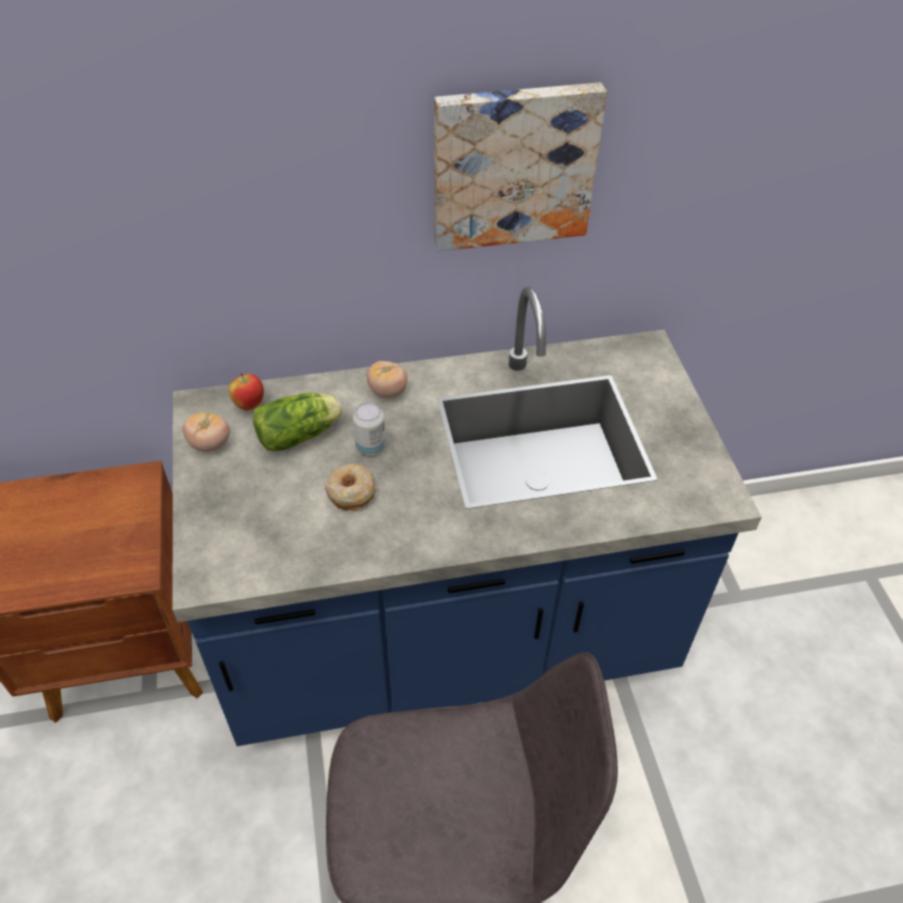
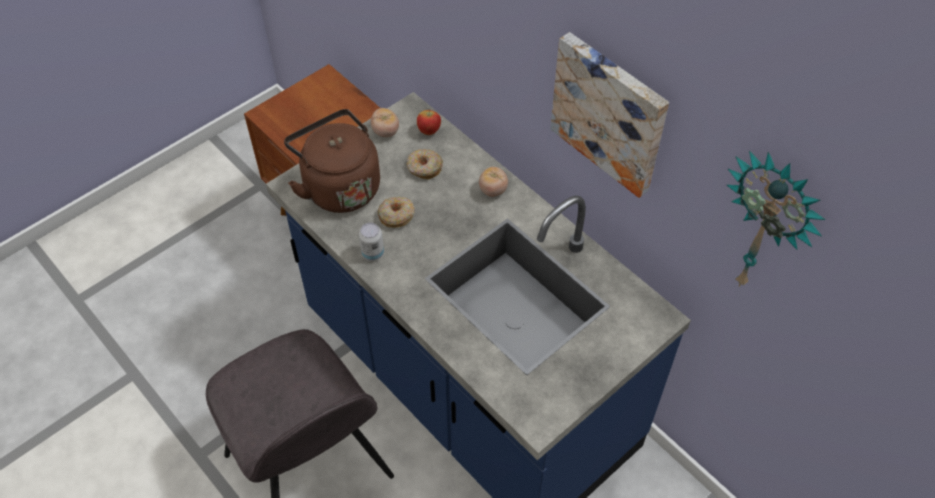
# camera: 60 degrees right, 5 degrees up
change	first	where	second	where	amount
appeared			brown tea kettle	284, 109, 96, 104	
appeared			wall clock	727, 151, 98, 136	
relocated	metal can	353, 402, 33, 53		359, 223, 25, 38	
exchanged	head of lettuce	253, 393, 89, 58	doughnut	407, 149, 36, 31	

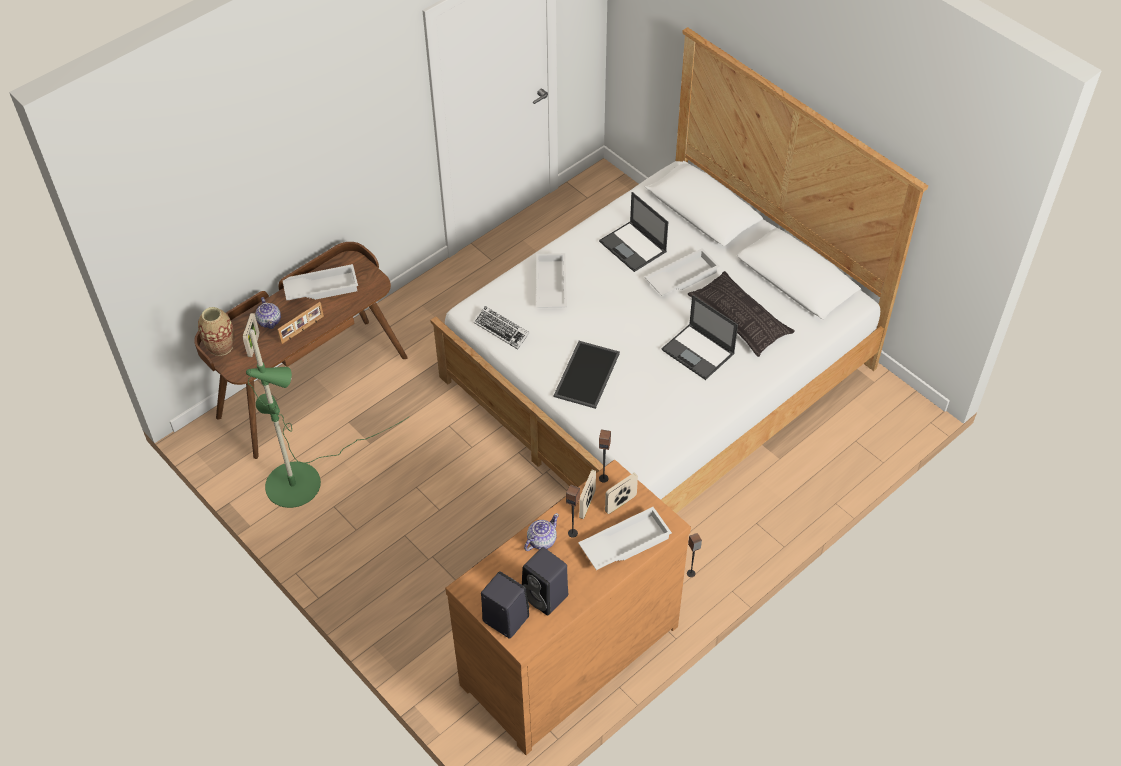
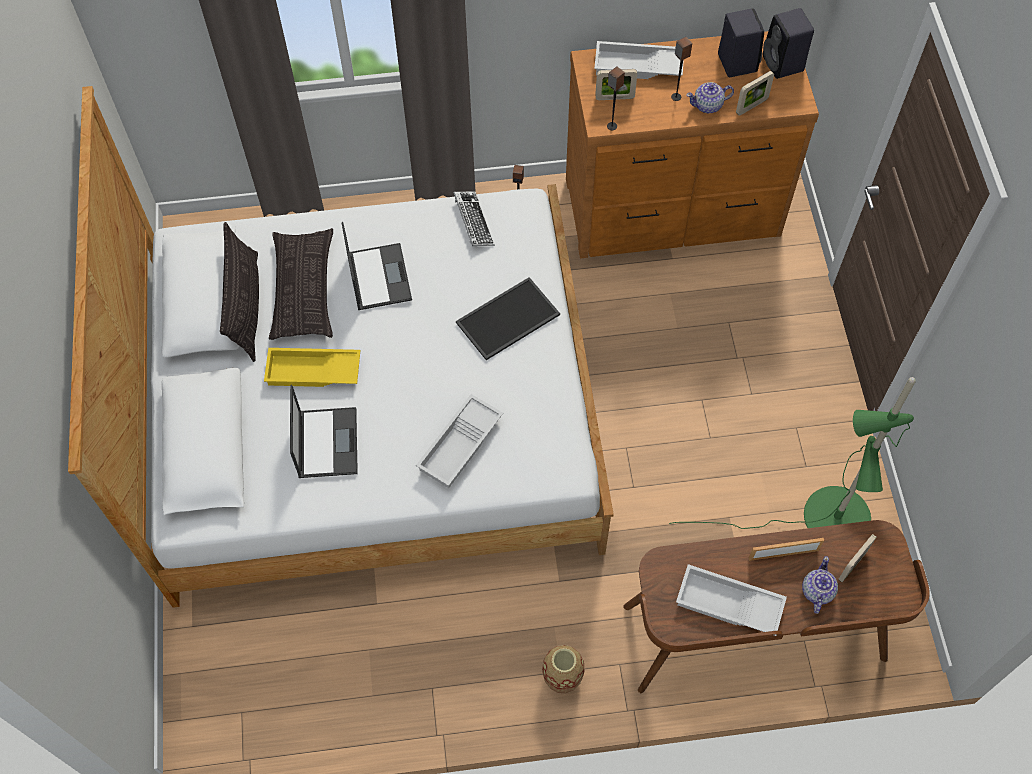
# camera: 145 degrees left, 10 degrees up
change	first	where	second	where	amount
appeared			pillow	220, 222, 39, 140	
relocated	vase	198, 307, 37, 49		542, 645, 42, 49	
relocated	computer keyboard	474, 306, 55, 44		454, 192, 41, 54	
relocated	picture frame	579, 470, 17, 49		736, 71, 38, 45	
colour	whitish tray	645, 249, 75, 47	yellowish tray	264, 348, 96, 39	

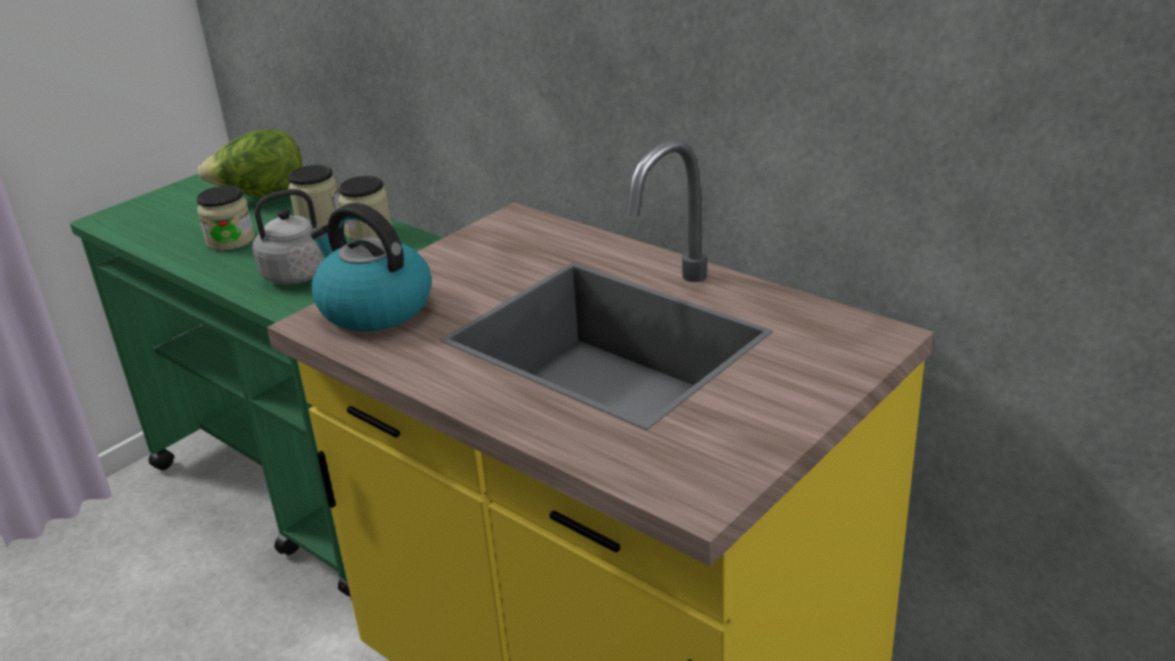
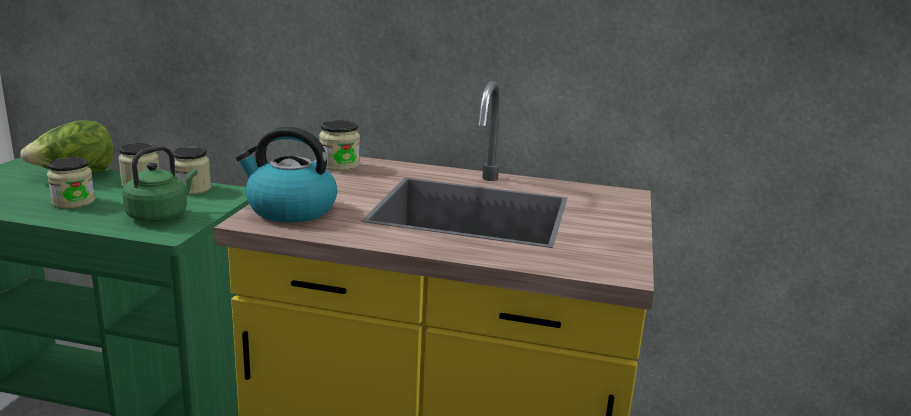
# camera: 30 degrees left, 10 degrees down
change	first	where	second	where	amount
appeared			jar	319, 120, 41, 51	
colour	gray tea kettle	252, 189, 96, 95	green tea kettle	122, 146, 76, 76	

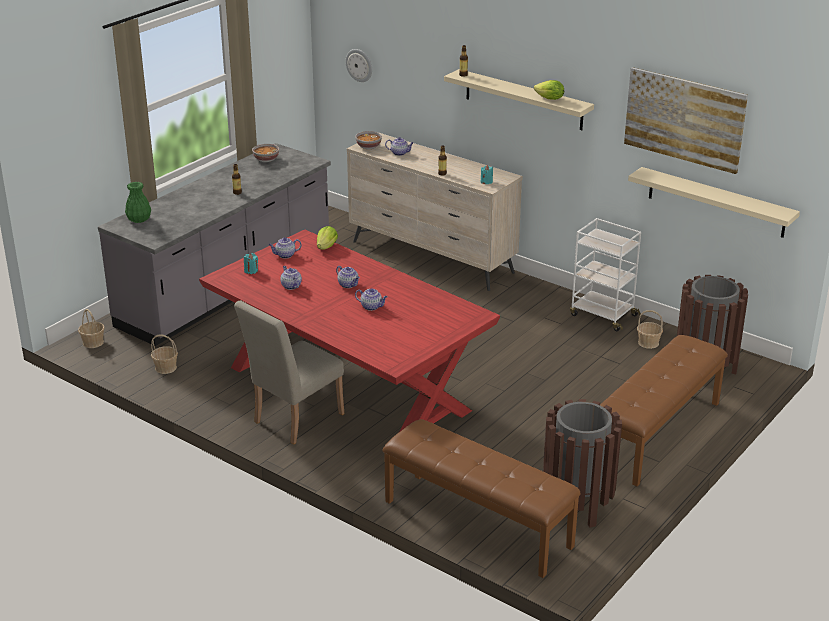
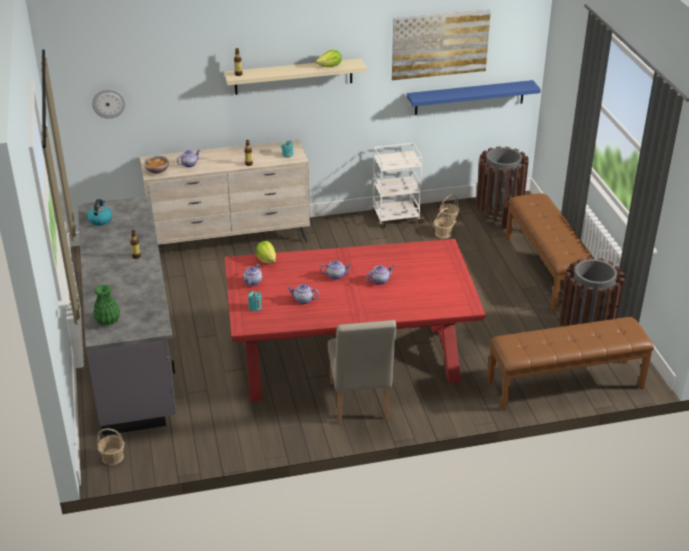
# camera: 50 degrees left, 5 degrees up
change	first	where	second	where	amount
relocated	household basket	151, 335, 27, 39		434, 208, 20, 30	
exchanged	bowl	252, 144, 27, 18	tea kettle	87, 199, 25, 27	
colour	beige-coloured bracket shelf	628, 167, 172, 71	blue-coloured bracket shelf	407, 80, 134, 35	

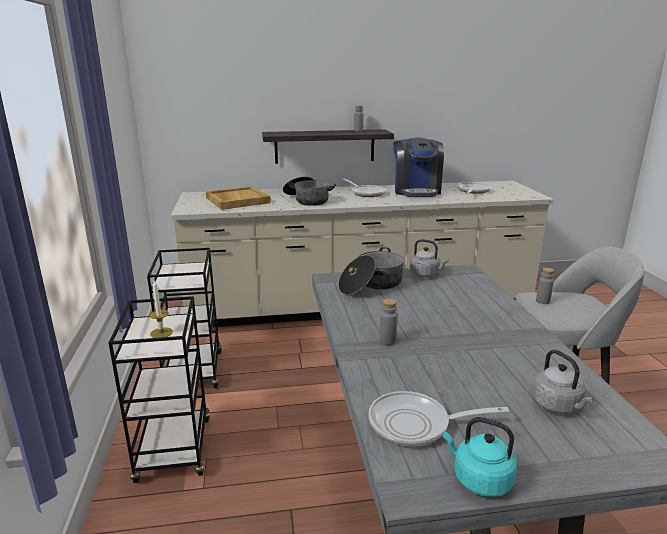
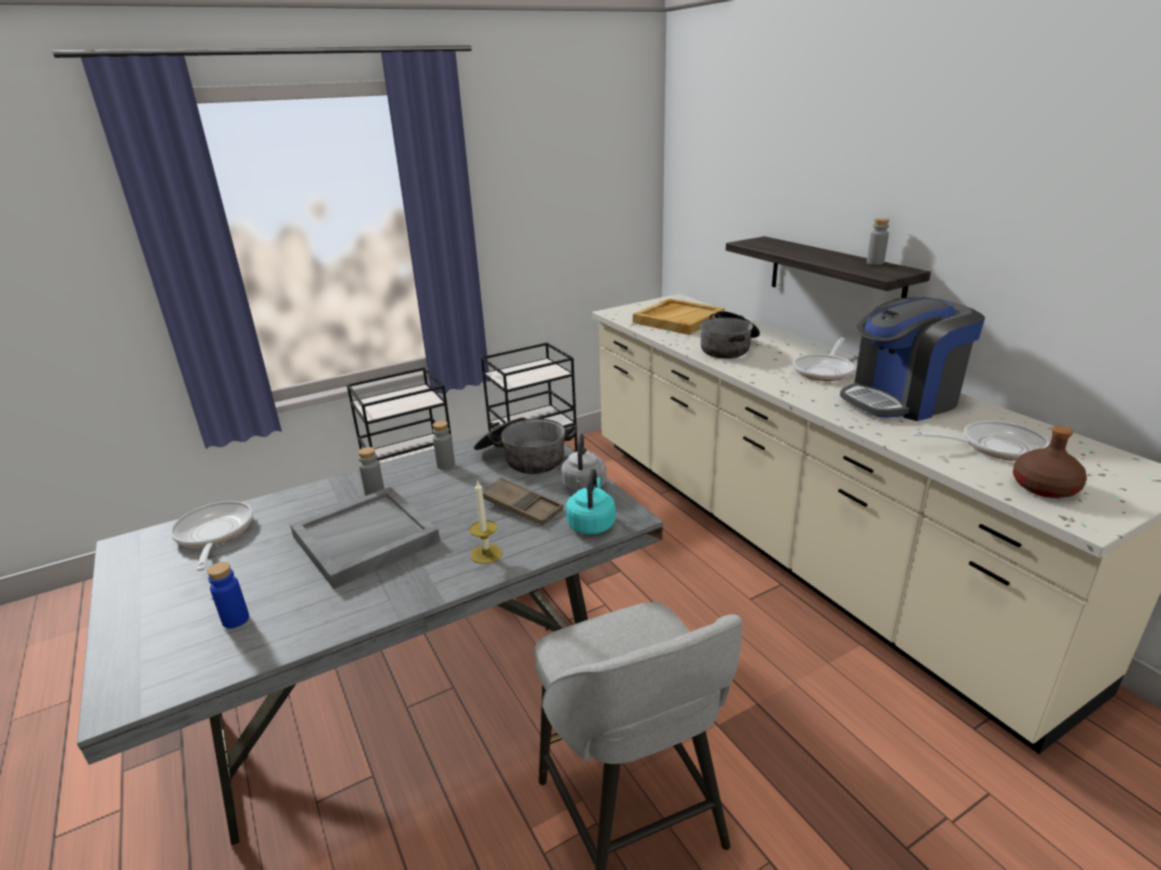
# camera: 70 degrees right, 5 degrees up
change	first	where	second	where	amount
appeared			gray tray	290, 487, 150, 102	
appeared			brown tray	482, 477, 81, 49	
appeared			brown beverage bottle	1013, 426, 74, 72	
relocated	wax light	149, 280, 24, 58		470, 480, 33, 84	
relocated	turquoise-coloured tea kettle	443, 417, 74, 80		566, 469, 49, 65	
relocated	gray beverage bottle	536, 268, 18, 36		433, 421, 22, 49	
exchanged	gray tea kettle	532, 350, 62, 64	blue-coloured beverage bottle	207, 562, 42, 66	

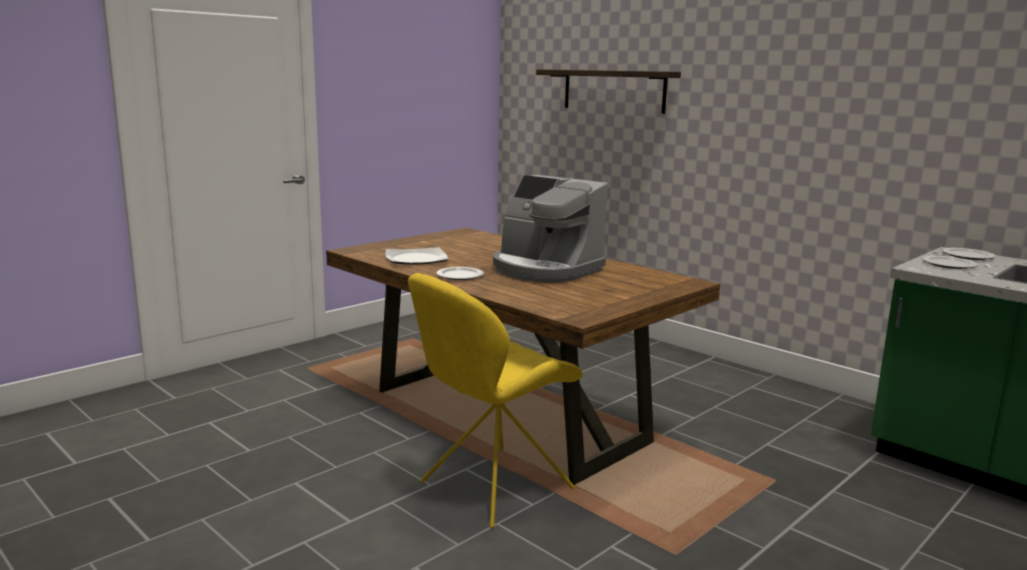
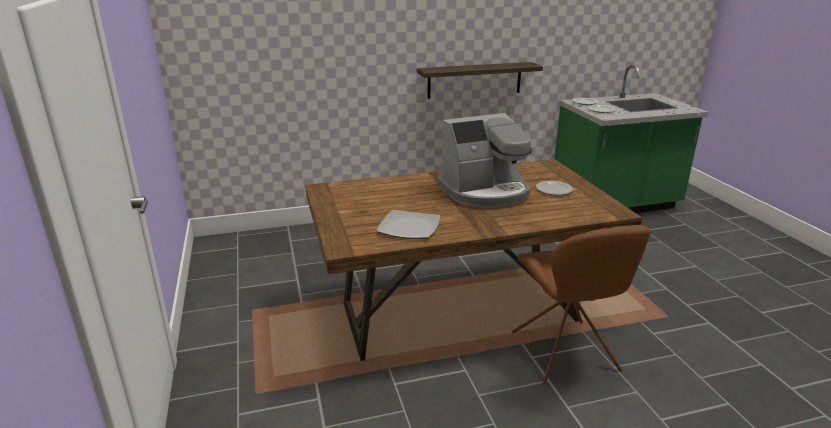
# camera: 60 degrees left, 10 degrees up
change	first	where	second	where	amount
relocated	plate	436, 267, 48, 13		536, 181, 37, 14	
relocated	bracket shelf	536, 69, 145, 45		417, 62, 126, 37	
colour	yellowish plain chair	408, 273, 175, 255	brown plain chair	512, 225, 139, 159	

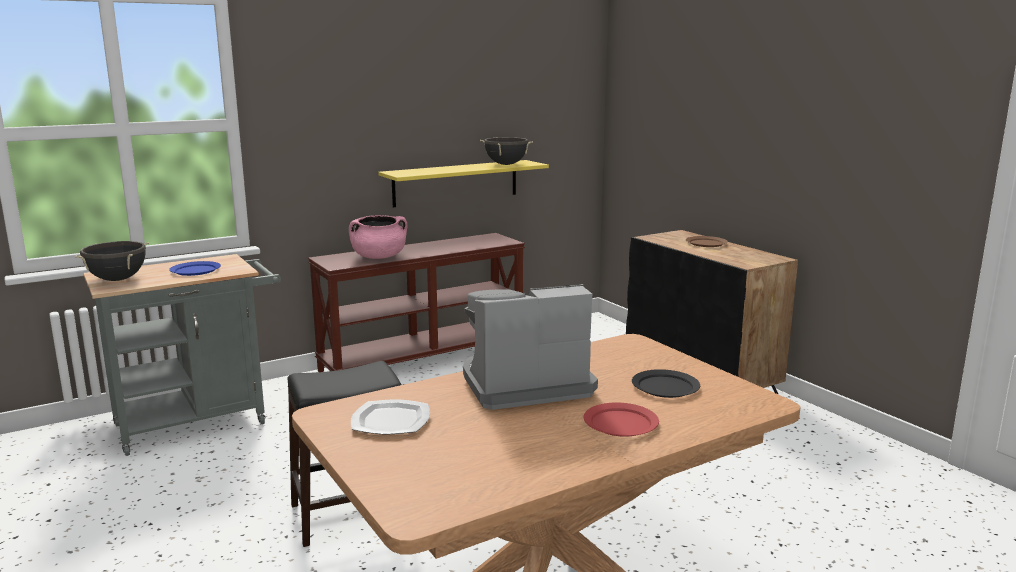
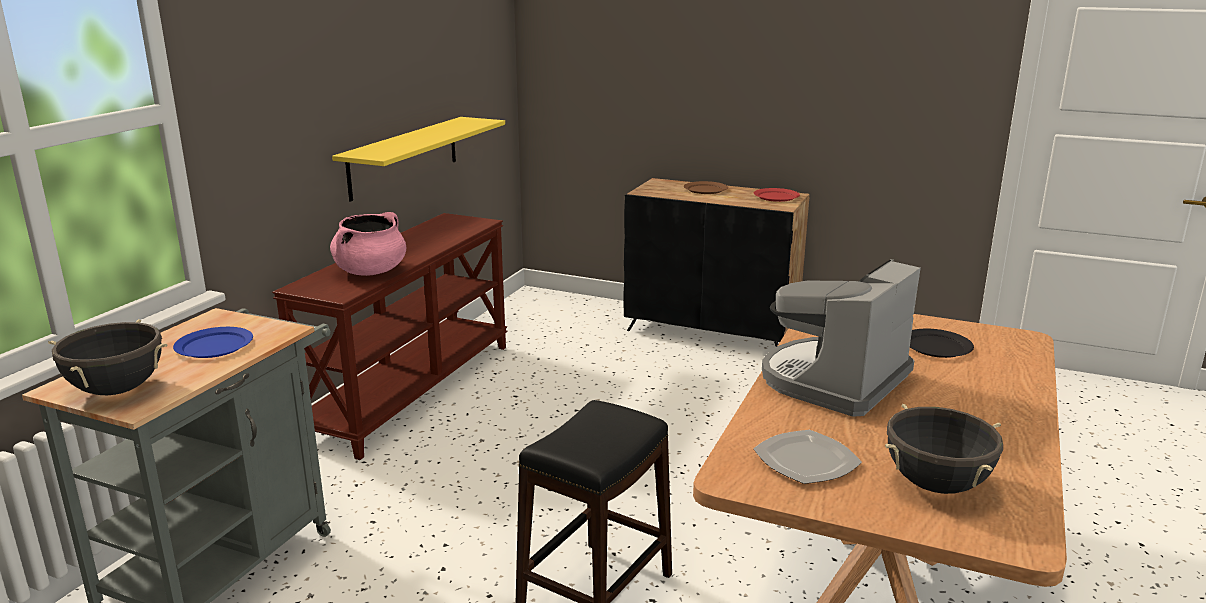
# camera: 35 degrees left, 5 degrees up
change	first	where	second	where	amount
relocated	black saucepot	480, 137, 53, 28		885, 404, 118, 90	
relocated	reddish plate	584, 403, 75, 34		754, 188, 46, 14	

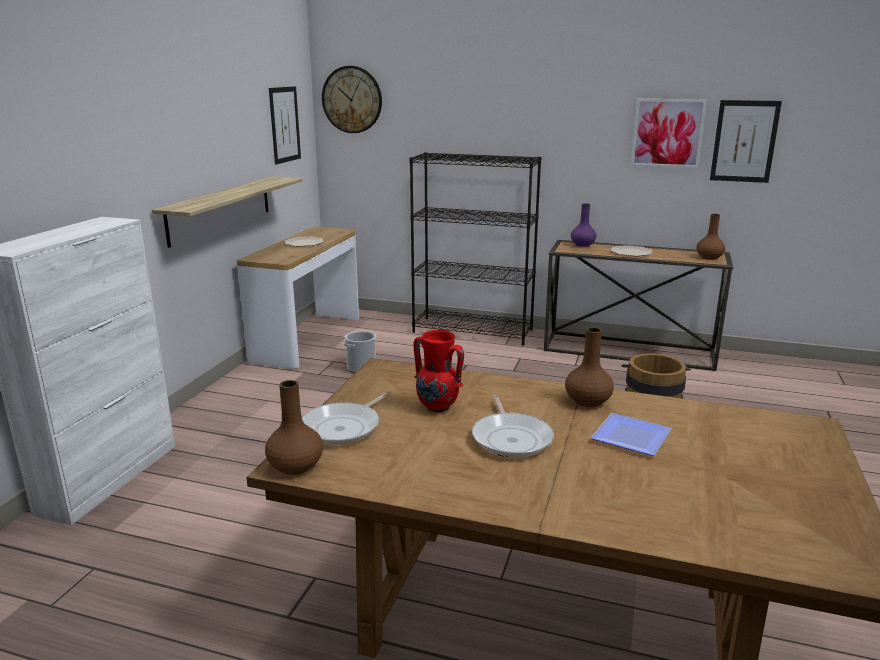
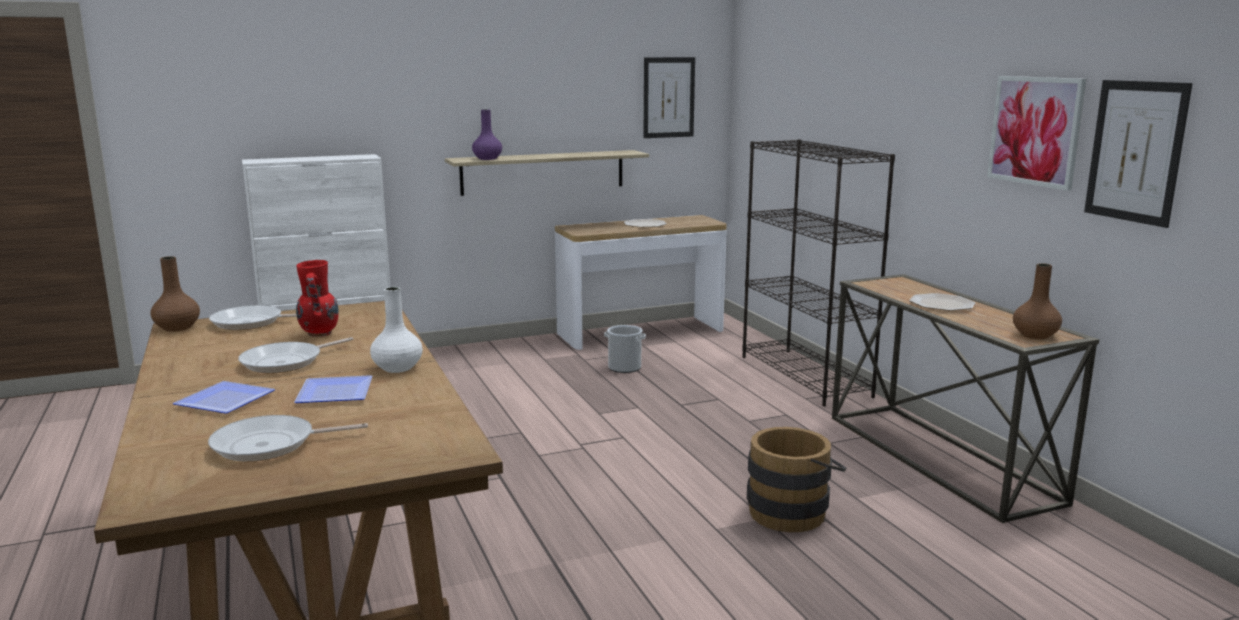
# camera: 50 degrees right, 5 degrees down
change	first	where	second	where	amount
missing	wall clock	322, 66, 60, 67			
appeared			plate	173, 381, 102, 33	
appeared			pan	208, 415, 160, 47	
relocated	purplish vase	571, 203, 26, 44		472, 109, 30, 51	
colour	brown vase	565, 327, 49, 80	whitish vase	370, 287, 53, 86	

